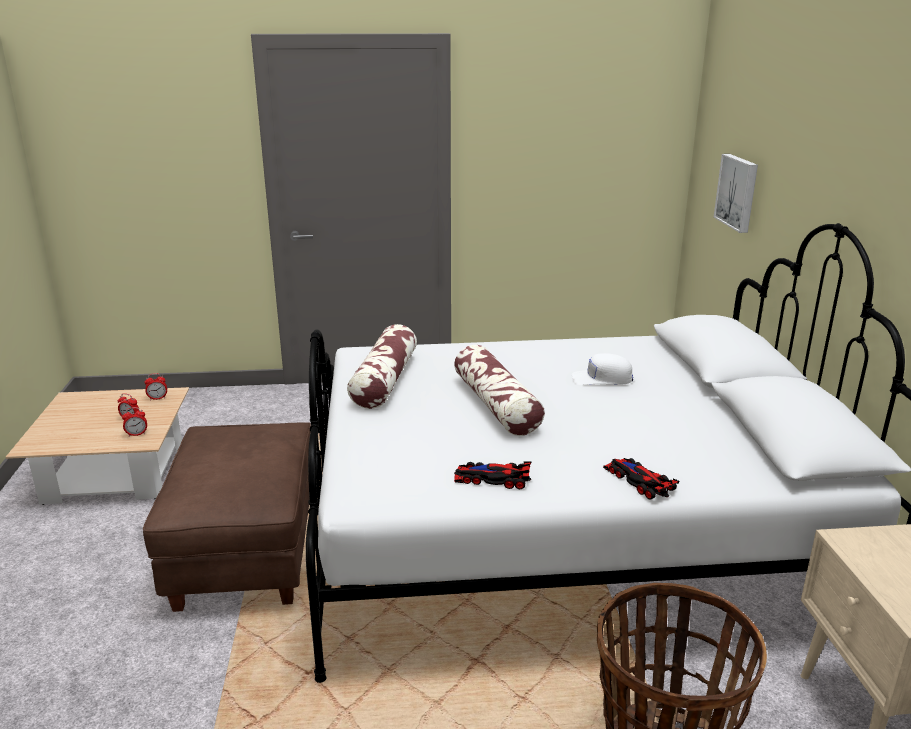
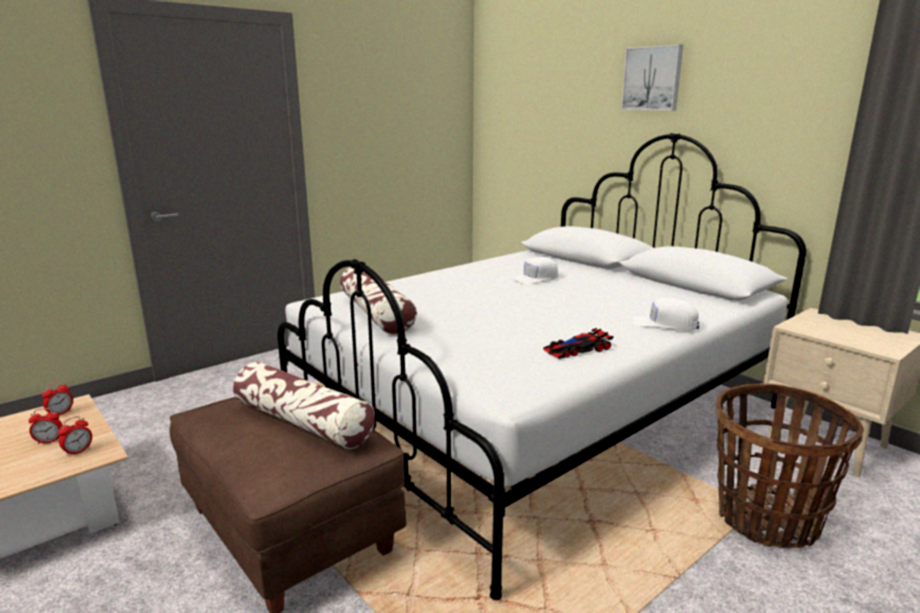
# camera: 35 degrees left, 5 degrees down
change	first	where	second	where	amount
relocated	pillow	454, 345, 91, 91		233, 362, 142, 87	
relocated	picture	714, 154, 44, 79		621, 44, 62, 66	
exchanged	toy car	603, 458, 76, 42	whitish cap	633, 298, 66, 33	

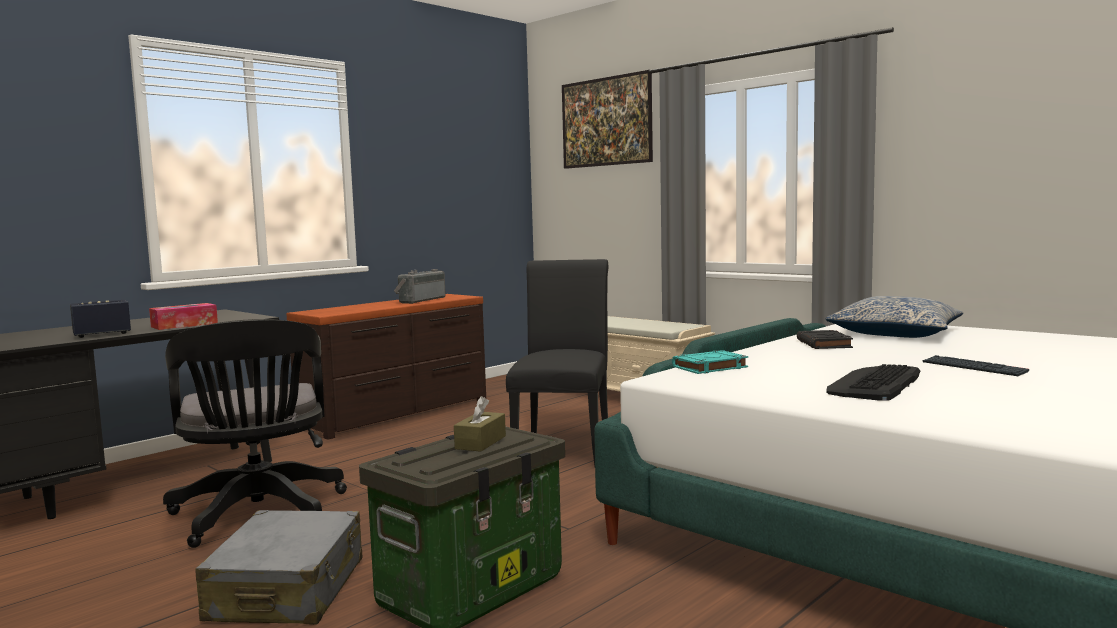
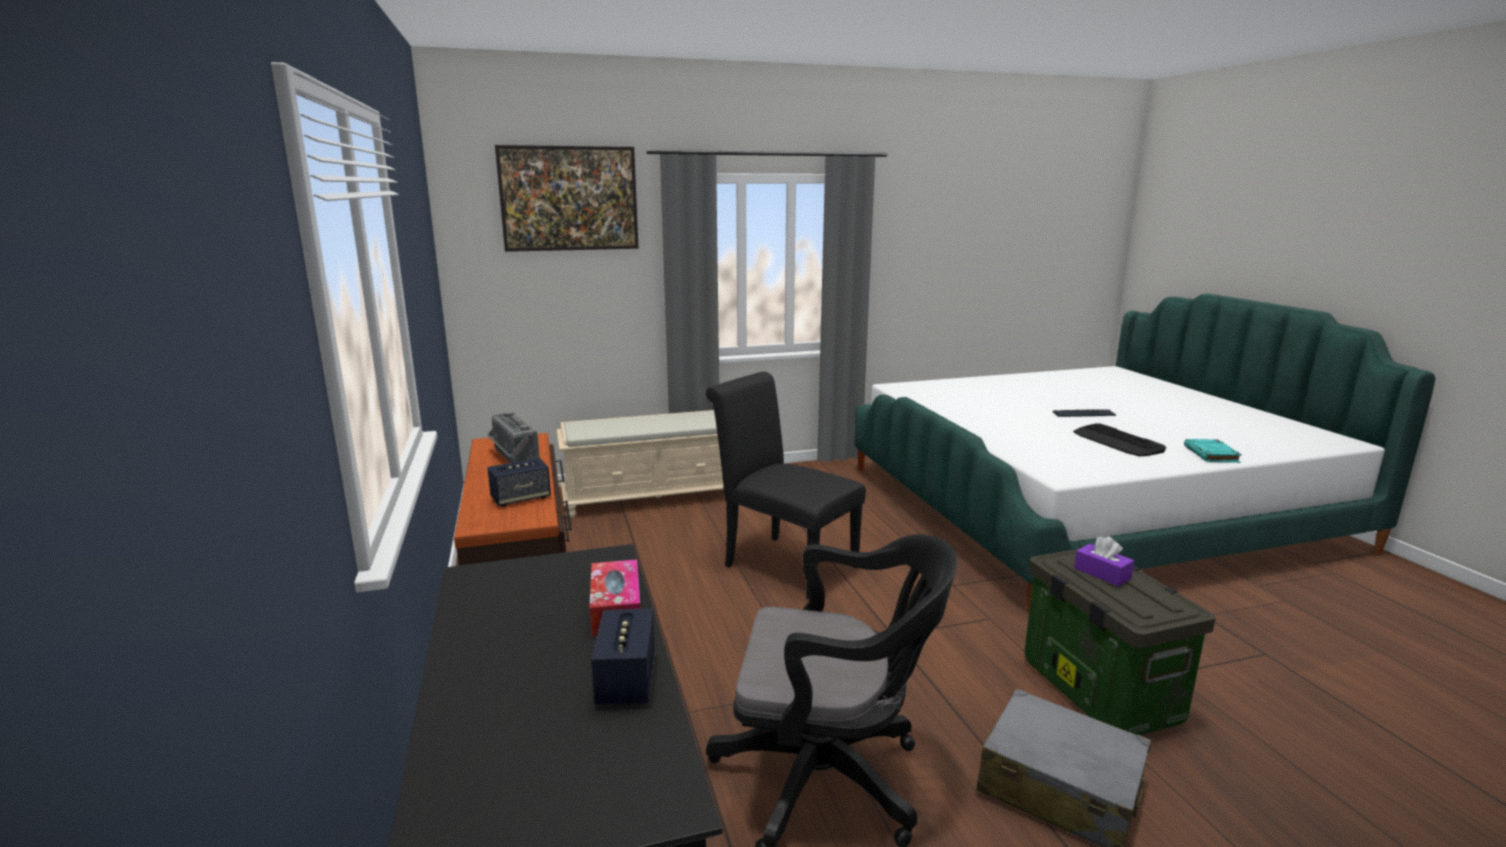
# camera: 60 degrees left, 10 degrees up
change	first	where	second	where	amount
missing	black volume	797, 330, 56, 19			
missing	pillow	825, 296, 138, 42			
appeared			loudspeaker	487, 458, 64, 49	
relocated	turquoise-coloured volume	672, 350, 76, 24		1184, 439, 58, 24	
colour	brown tissue box	454, 396, 52, 56	purplish tissue box	1074, 536, 60, 50	

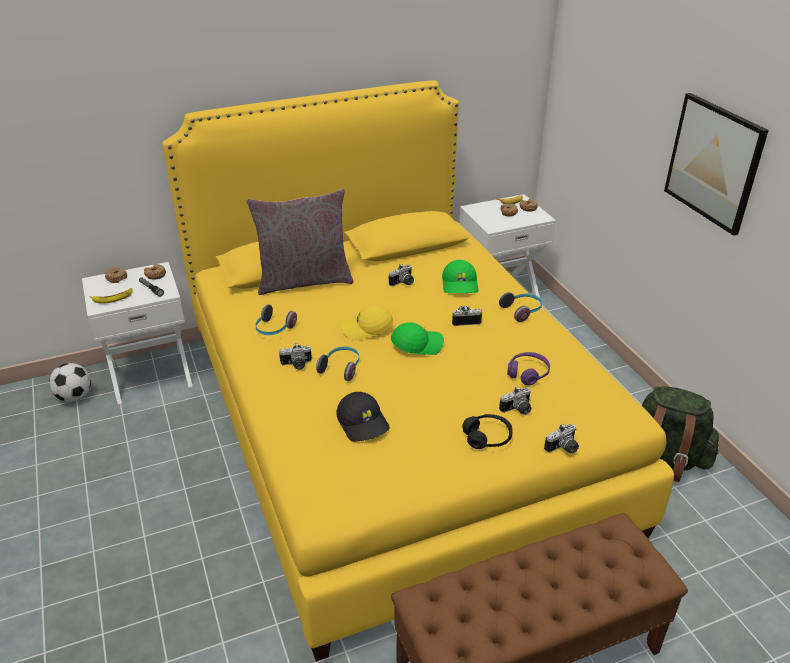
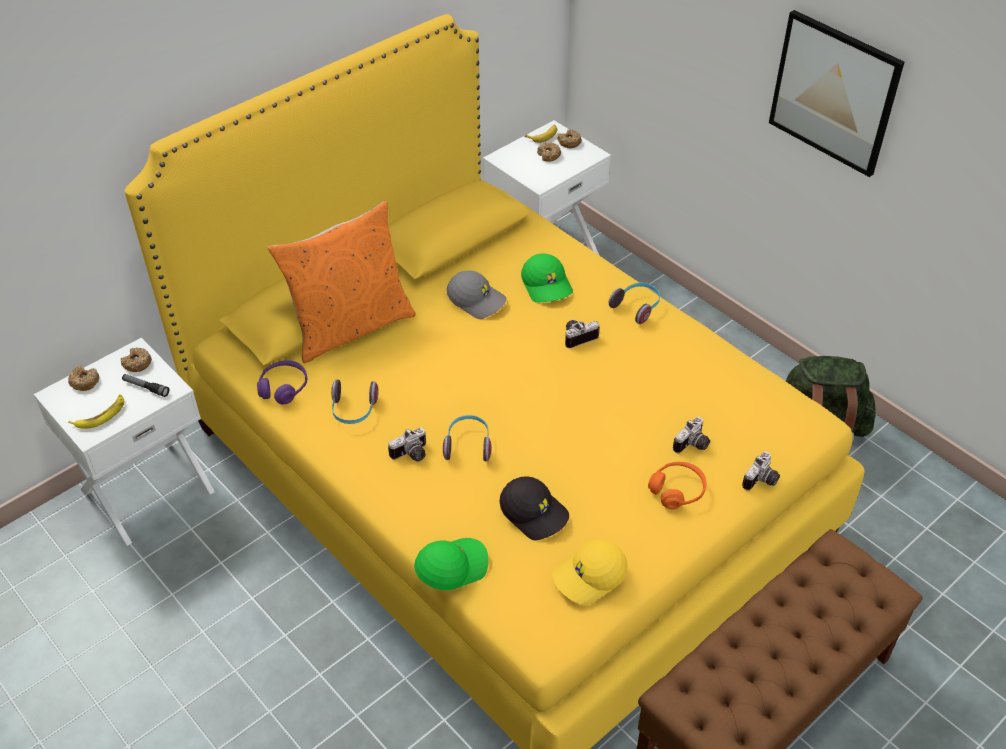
# camera: 20 degrees left, 10 degrees up
change	first	where	second	where	amount
missing	football ball	49, 363, 42, 39			
relocated	yellowish cap	341, 305, 52, 36		552, 539, 75, 66	
relocated	green cap	391, 323, 53, 32		414, 538, 75, 52	
relocated	purplish headphones	507, 352, 43, 34		257, 360, 50, 45	
exchanged	still camera	389, 264, 25, 22	gray cap	447, 270, 59, 49	
colour	gray pillow	246, 189, 107, 106	orangey pillow	268, 201, 148, 162	
colour	black headphones	462, 414, 51, 35	orangey headphones	648, 462, 58, 47	

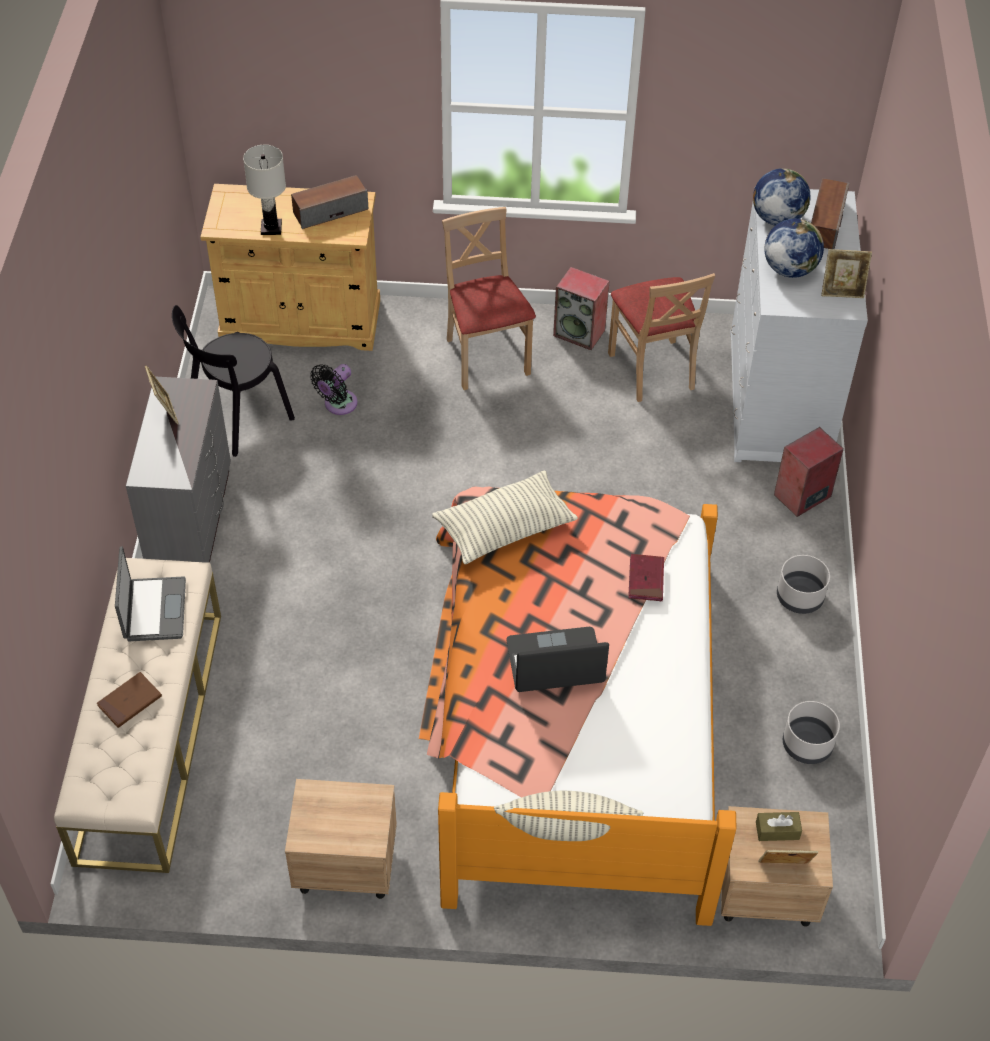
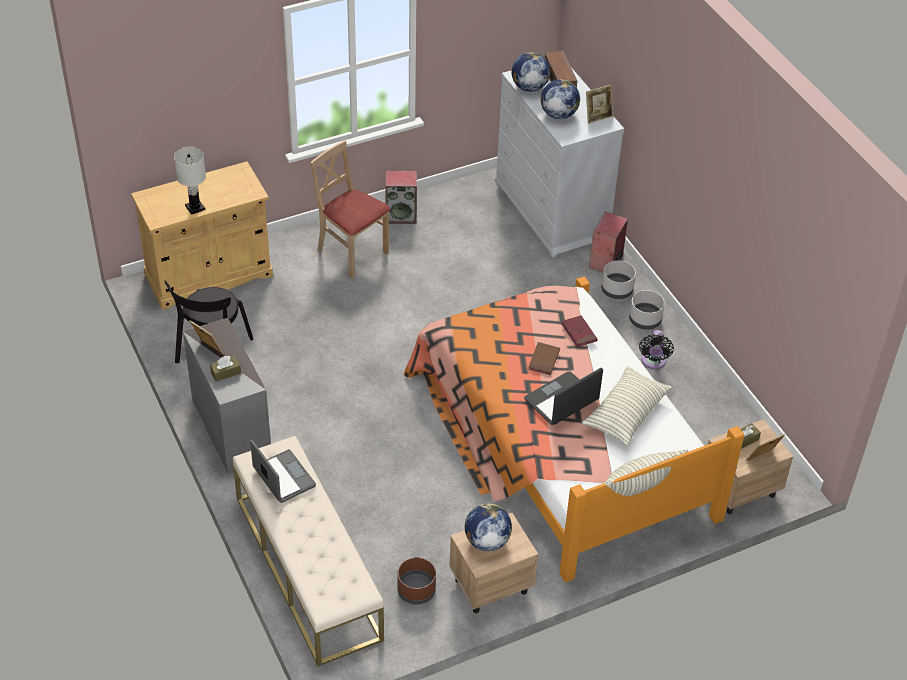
# camera: 30 degrees left, 5 degrees down
change	first	where	second	where	amount
missing	loudspeaker	291, 175, 77, 54			
missing	beige-coloured plain chair	608, 273, 107, 129			
appeared			brown tissue box	210, 356, 31, 26	
appeared			brown flower pot	398, 557, 38, 48	
appeared			globe	465, 503, 47, 48	
relocated	brown volume	97, 672, 65, 56		528, 342, 32, 33	
relocated	black fan	310, 364, 48, 51		639, 330, 35, 39	
relocated	pillow	432, 471, 146, 93		582, 366, 90, 80	
relocated	gray flower pot	783, 701, 57, 63		602, 261, 34, 38	

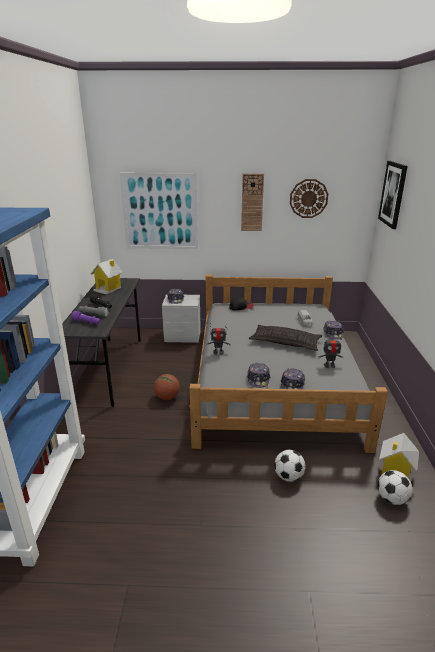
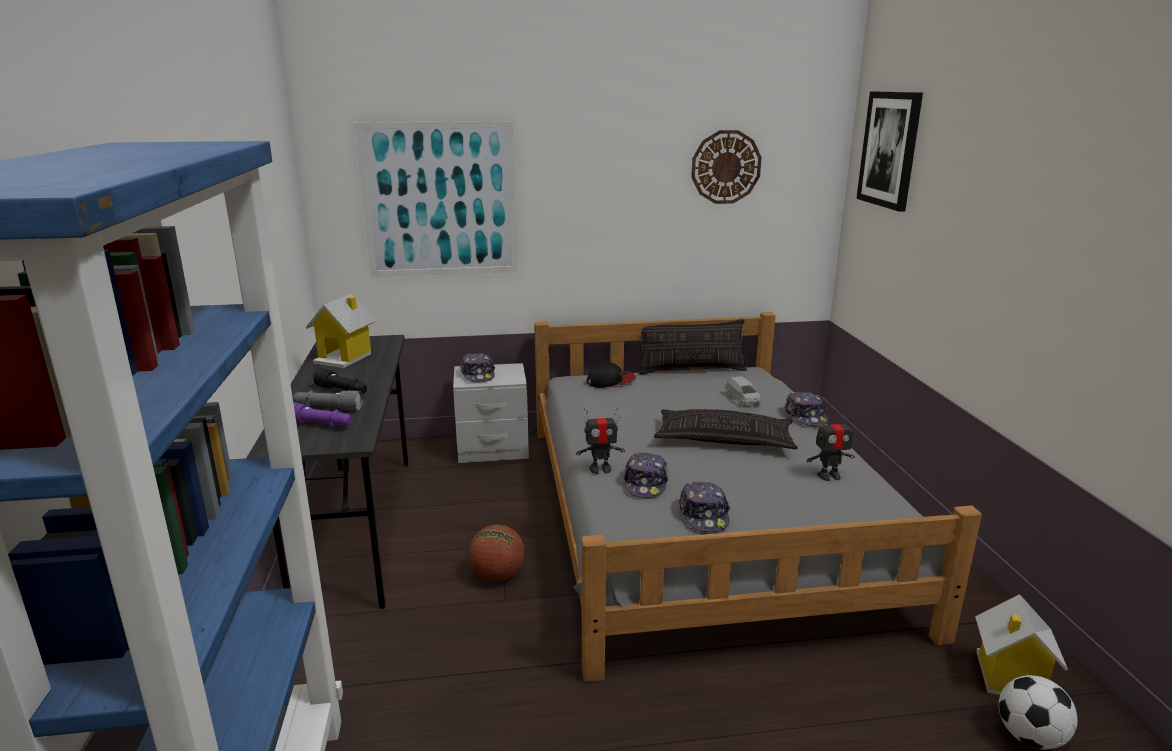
# camera: 10 degrees left, 5 degrees down
change	first	where	second	where	amount
missing	wall clock	241, 173, 23, 58			
missing	football ball	274, 450, 31, 32			
appeared			pillow	639, 319, 108, 55	
relocated	cap	281, 368, 24, 21		624, 452, 45, 46	

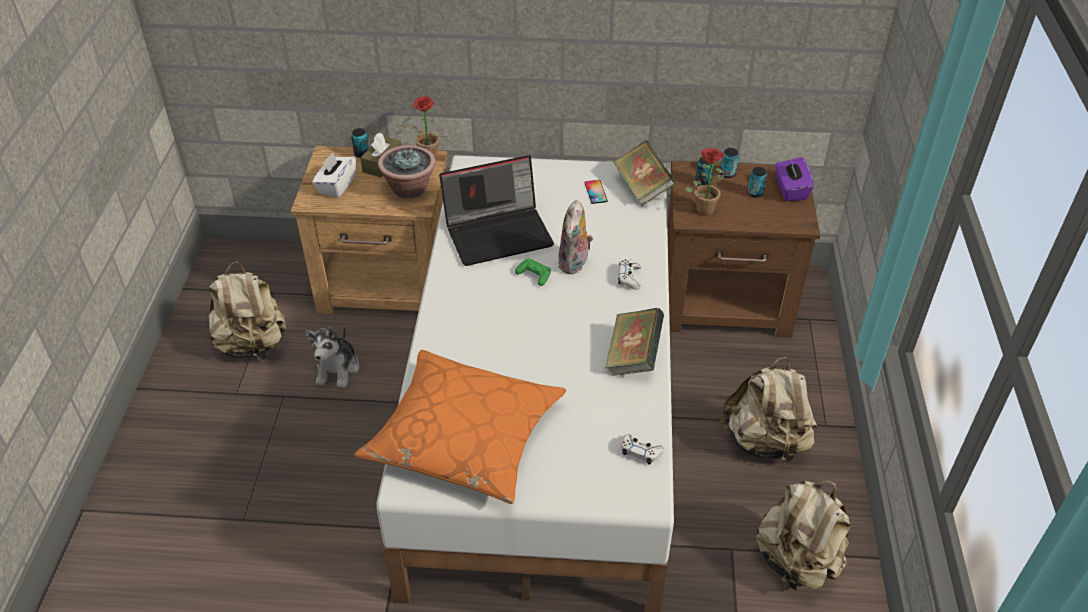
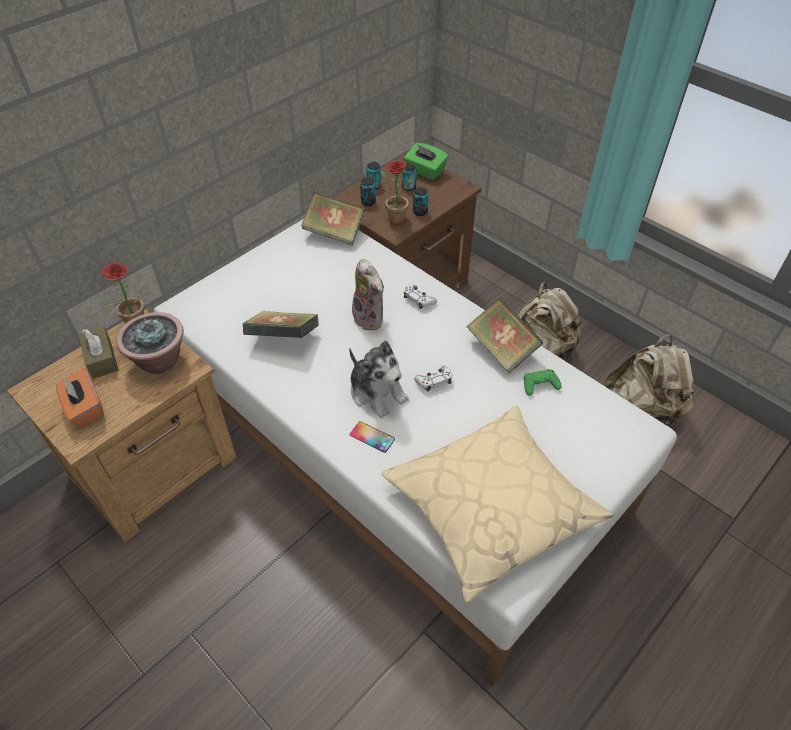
# camera: 50 degrees left, 5 degrees up
change	first	where	second	where	amount
missing	beige-coloured rucksack	206, 261, 80, 99			
relocated	plush toy	305, 326, 54, 62		349, 341, 60, 77	
relocated	metal can	351, 128, 18, 30		413, 187, 16, 29	
relocated	green joypad	515, 258, 36, 28		524, 369, 38, 27	
relocated	handset	584, 180, 24, 24		350, 421, 45, 32	
relocated	whitish joypad	621, 434, 43, 31		414, 366, 38, 25	
exchanged	laptop	439, 155, 115, 111	volume	243, 311, 76, 27	
colour	whitish tissue box	312, 152, 44, 46	orangey tissue box	56, 368, 48, 59	
colour	orangey pillow	354, 350, 212, 154	beige-coloured pillow	381, 405, 232, 198	
colour	purplish tissue box	775, 157, 39, 44	green tissue box	404, 143, 44, 37	

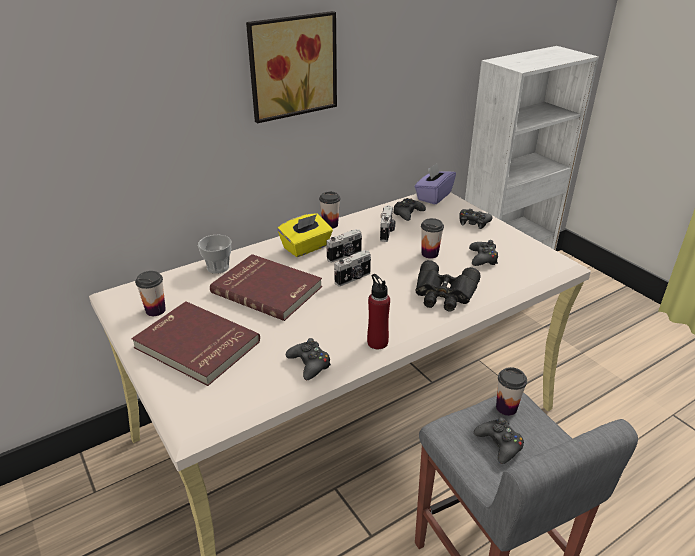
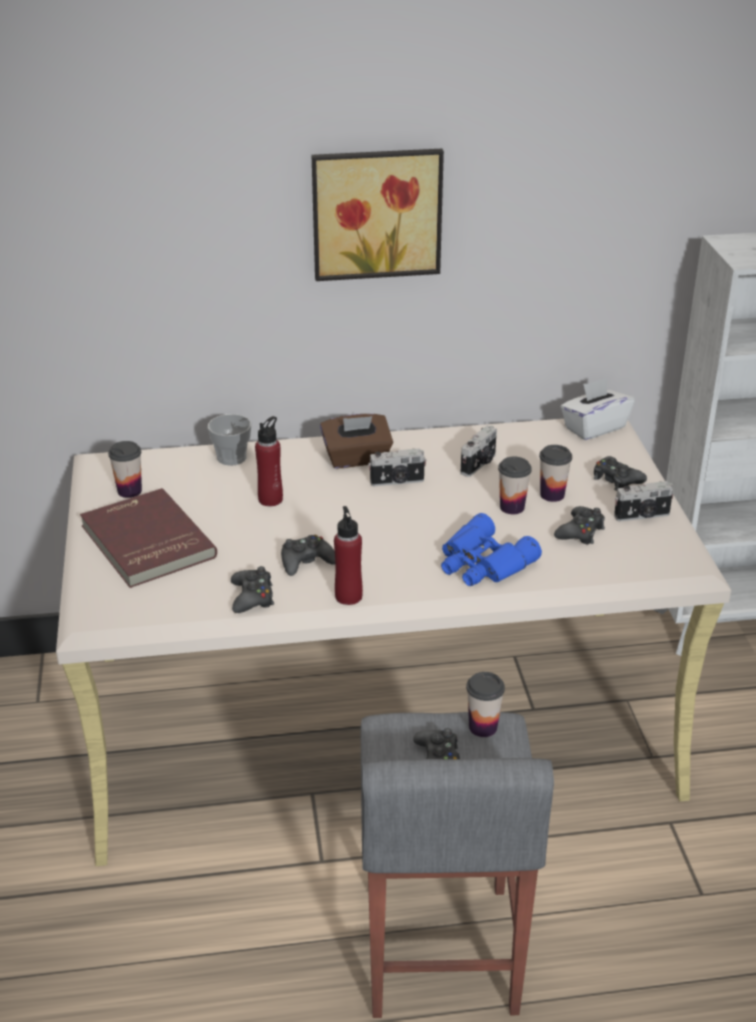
# camera: 25 degrees right, 0 degrees up
change	first	where	second	where	amount
relocated	cup	319, 192, 21, 37		539, 445, 33, 57	
relocated	still camera	334, 250, 37, 36		614, 481, 60, 41	
relocated	black joypad	393, 198, 33, 23		281, 535, 54, 41	
exchanged	reddish volume	210, 254, 112, 67	reddish beverage bottle	255, 416, 28, 90	
colour	yellowish tissue box	278, 214, 55, 43	brown tissue box	320, 414, 73, 55	
colour	purplish tissue box	415, 163, 41, 41	whitish tissue box	560, 378, 75, 62	
colour	black field glasses	415, 260, 66, 51	blue-coloured field glasses	441, 513, 101, 73	

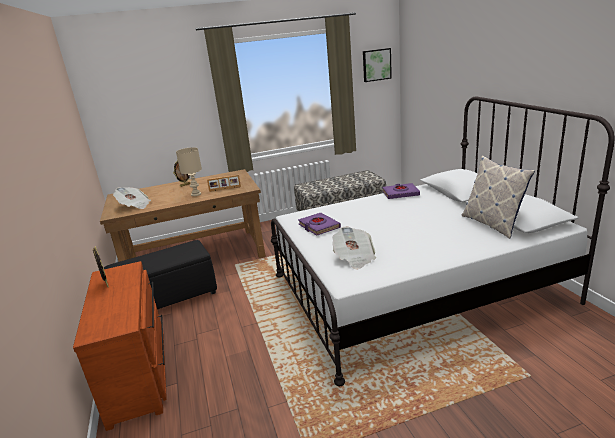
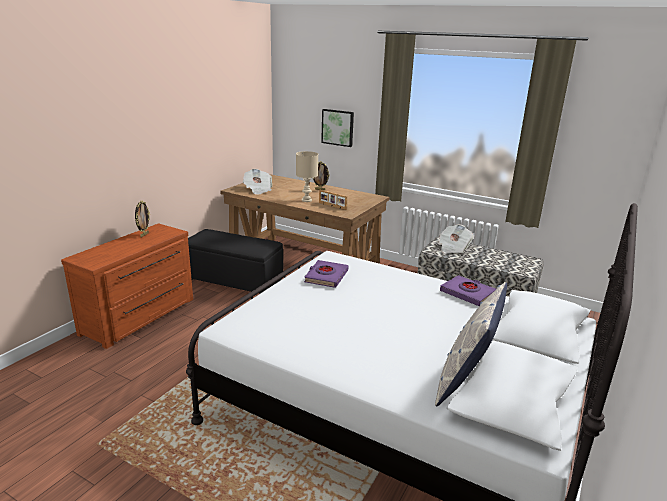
# camera: 45 degrees right, 0 degrees up
change	first	where	second	where	amount
relocated	printed paper	332, 226, 44, 44		439, 224, 35, 29	
relocated	picture	363, 48, 29, 34		321, 109, 33, 38	

